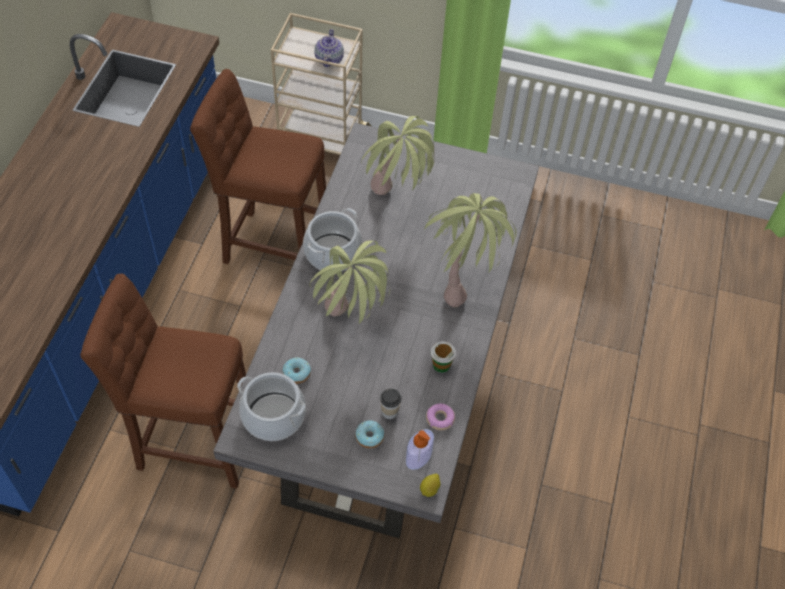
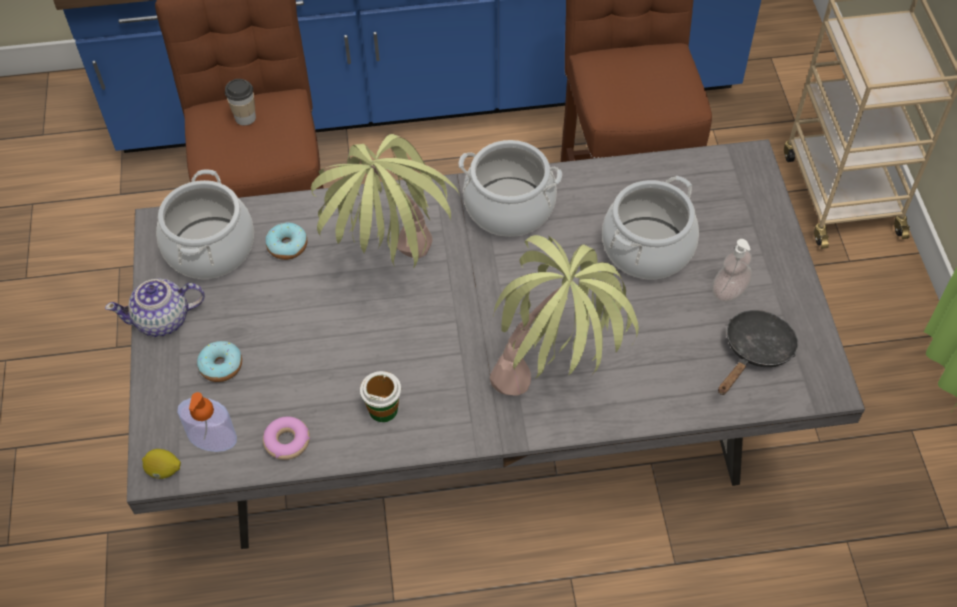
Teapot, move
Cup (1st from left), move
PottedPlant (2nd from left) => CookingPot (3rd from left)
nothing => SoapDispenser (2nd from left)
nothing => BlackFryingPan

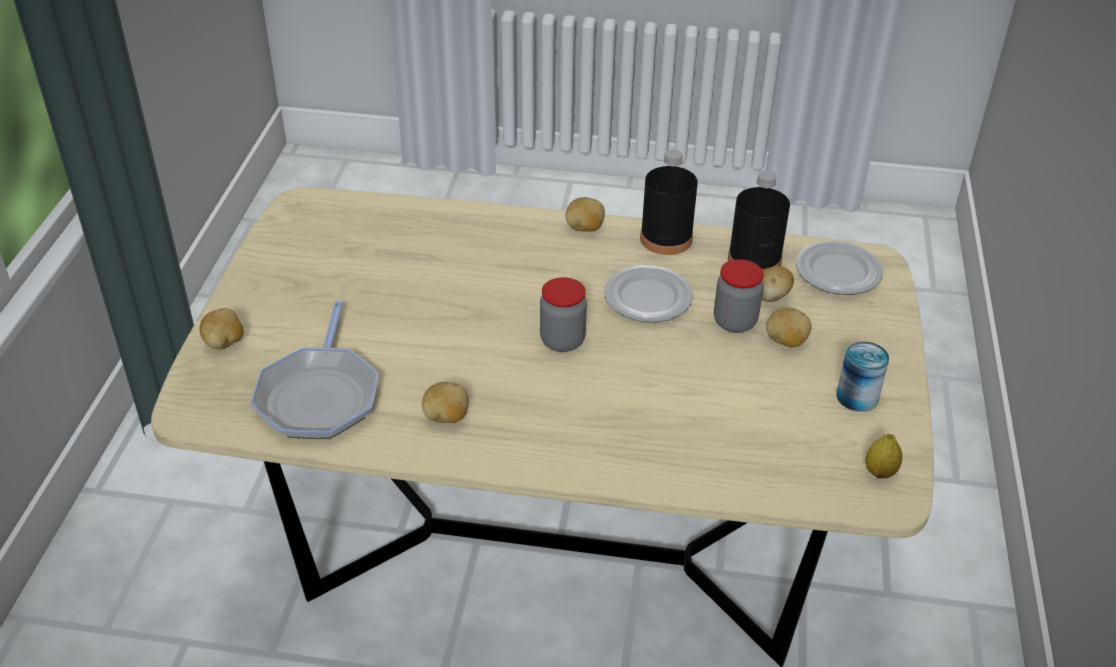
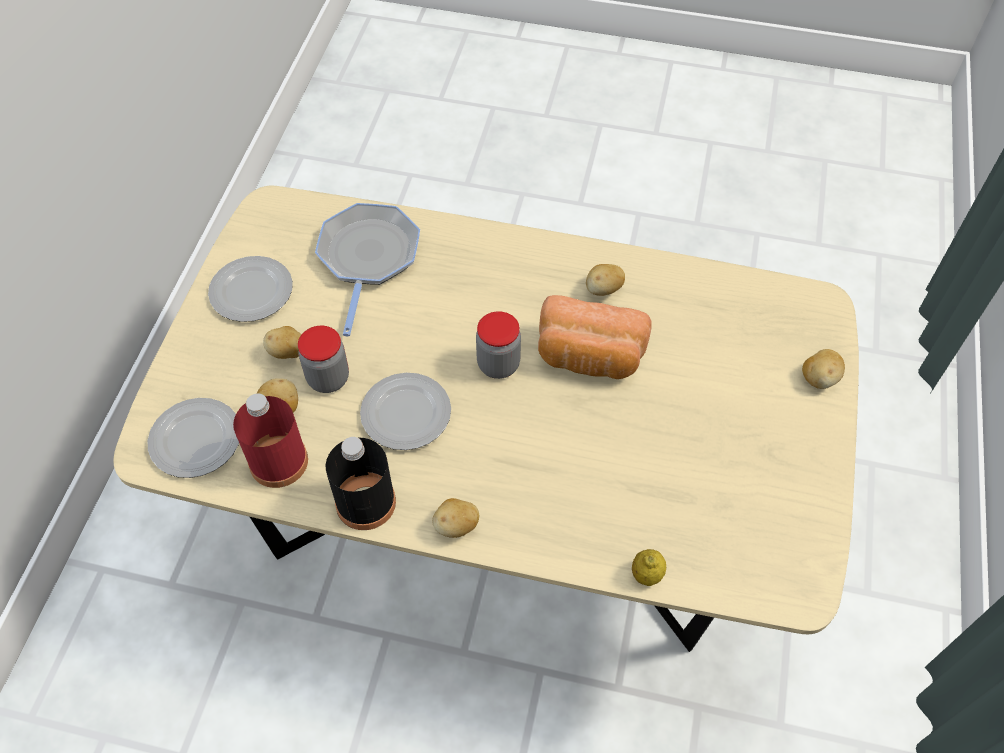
Can => Plate (2nd from left)
BlackBottle (2nd from left) => RedBottle
FryingPan, move
nothing => Bread
Lemon, move

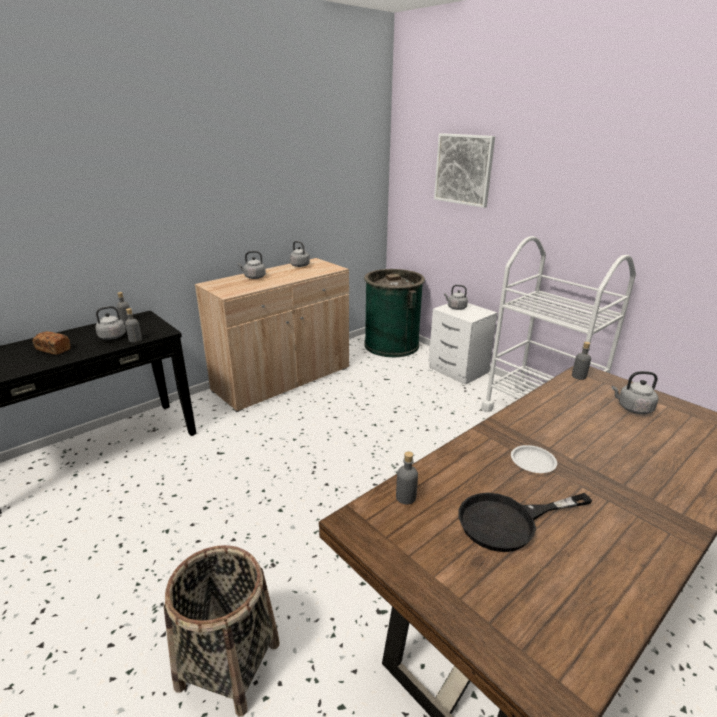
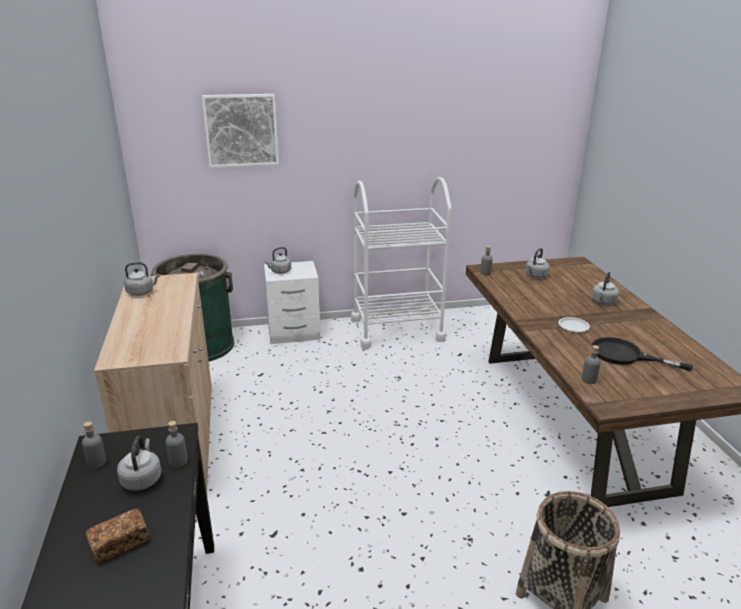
GreyKettle (2nd from left in the first image) => GreyKettle (5th from left), move
BlackFryingPan, 105 degrees clockwise

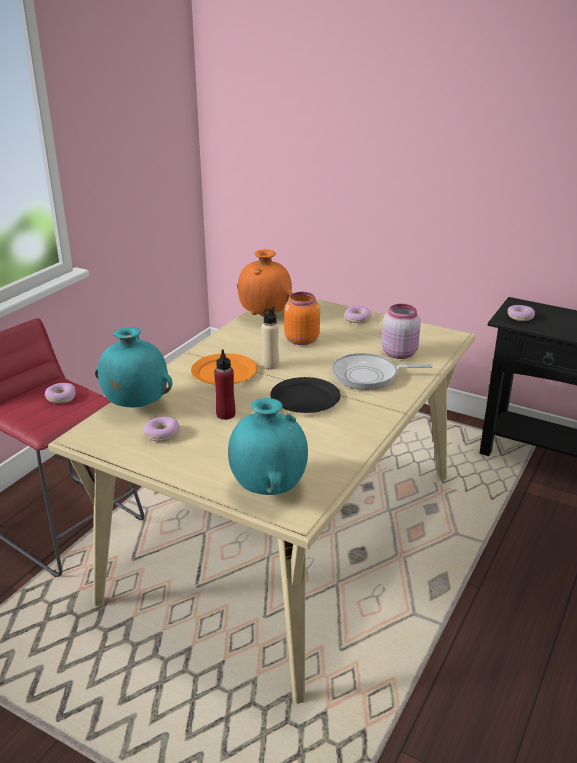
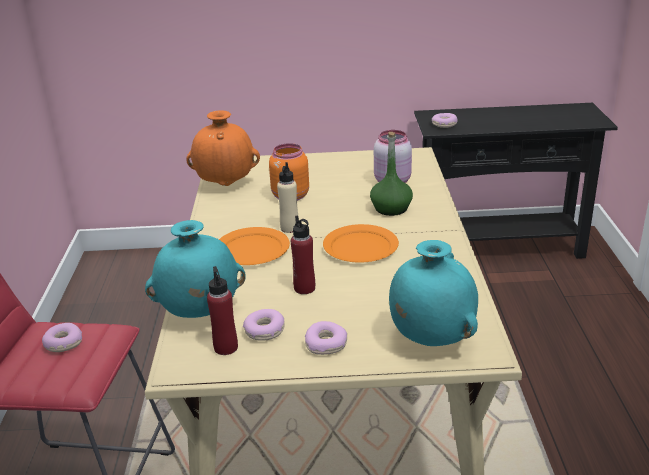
nothing => RedBottle (1st from left)
Donut (3rd from left), move
BlackPlate => OrangePlate (2nd from left)
FryingPan => GreenBottle

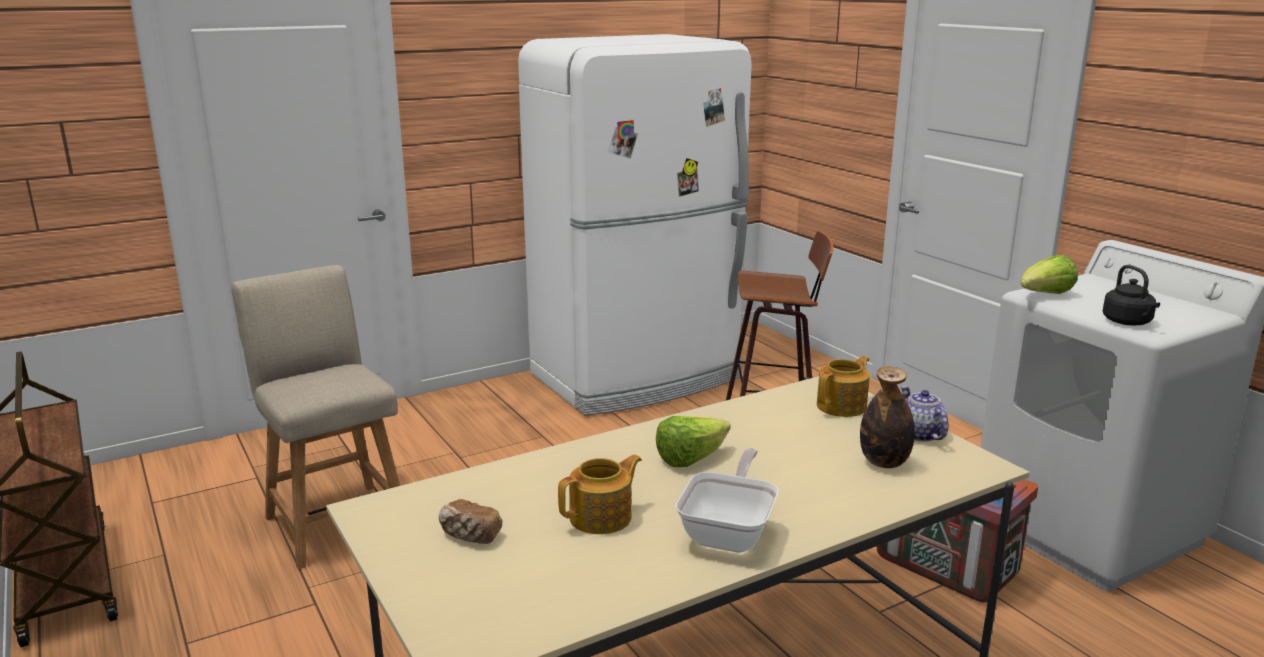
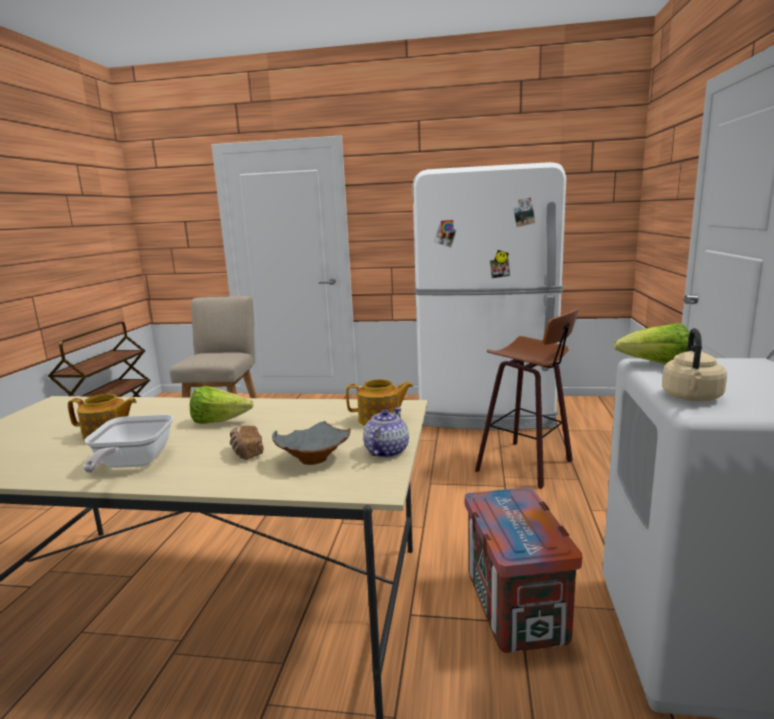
FryingPan, 120 degrees clockwise
Bread, move
Bottle => GreyBowl
BlackKettle => BeigeKettle

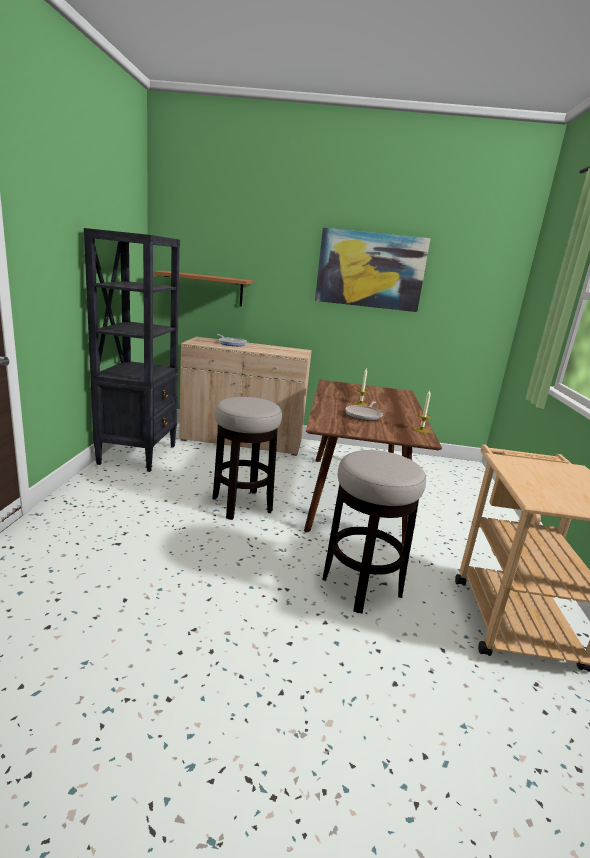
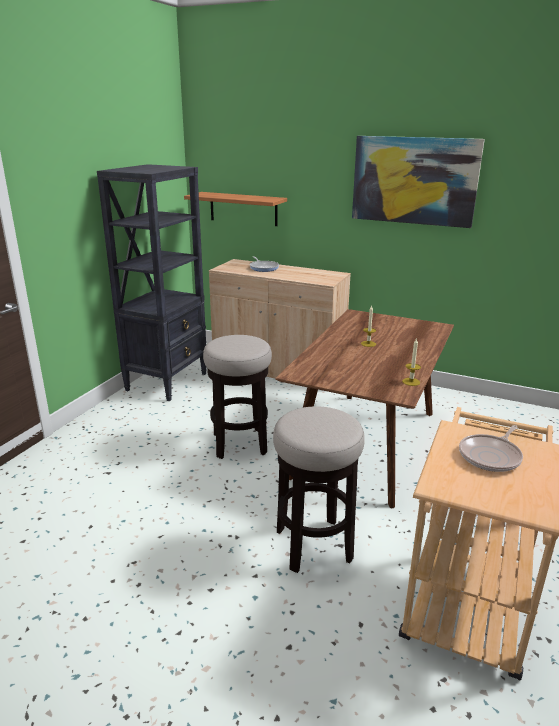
FryingPan (2nd from left), move

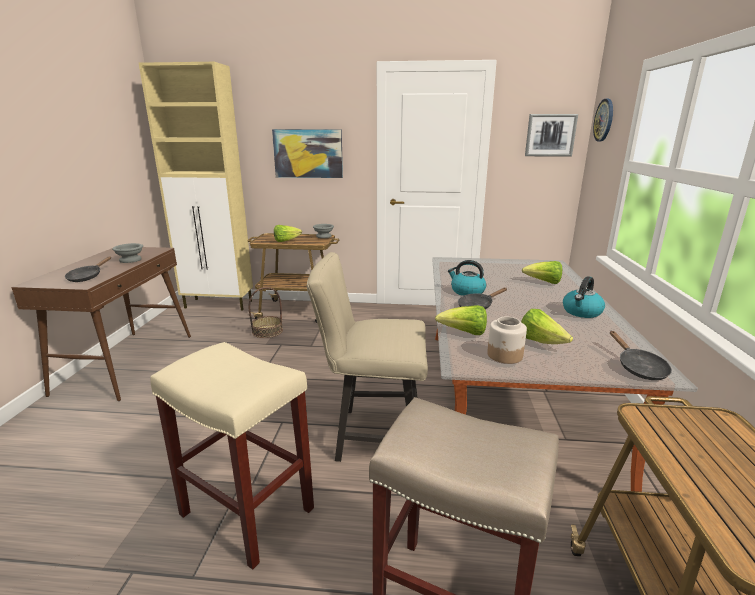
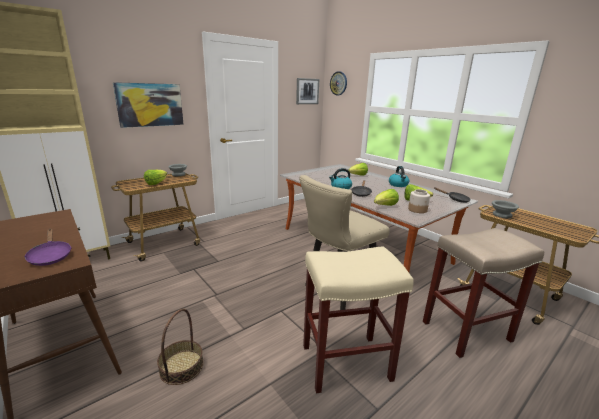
BlackFryingPan (1st from left) => PurpleFryingPan
Basket, move
GreyBowl (1st from left in the first image) => GreyBowl (2nd from left), move

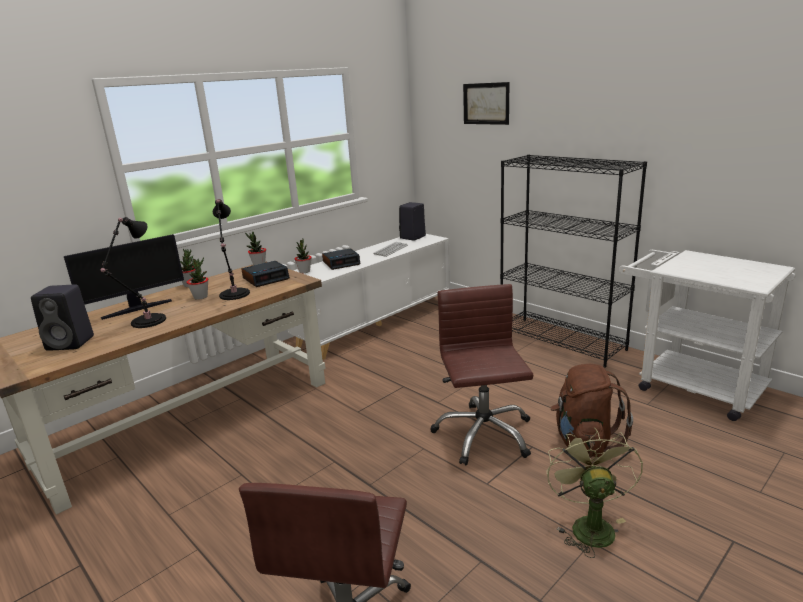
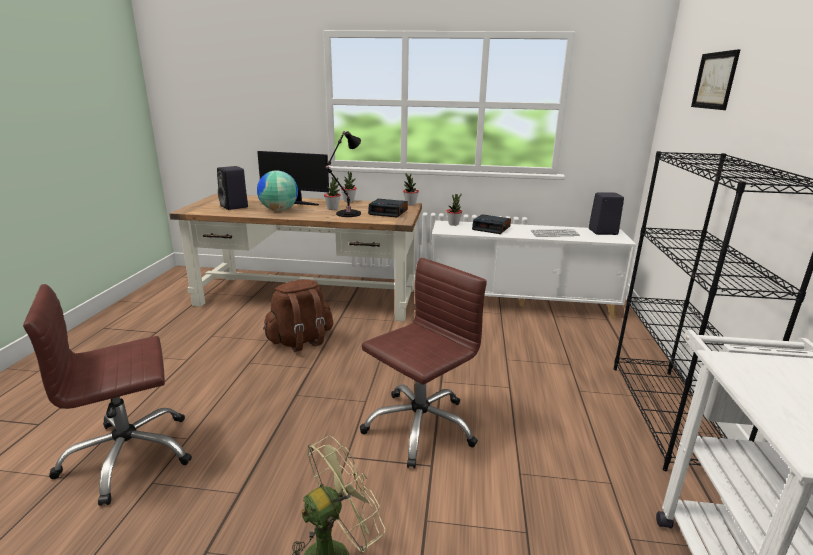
BlackTableLamp (1st from left) => Globe
BrownBackpack, move

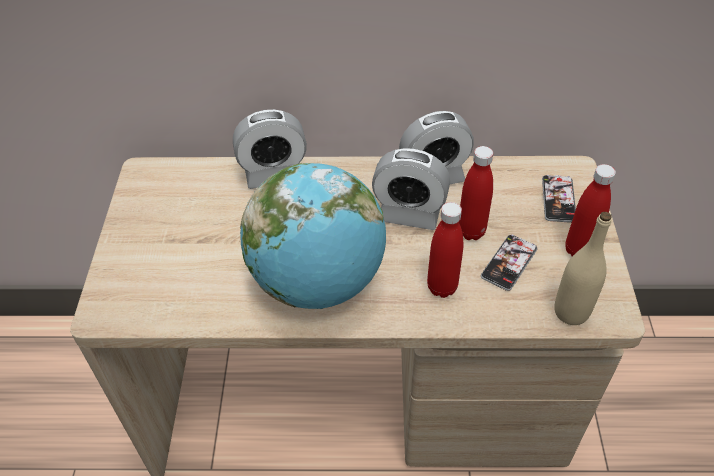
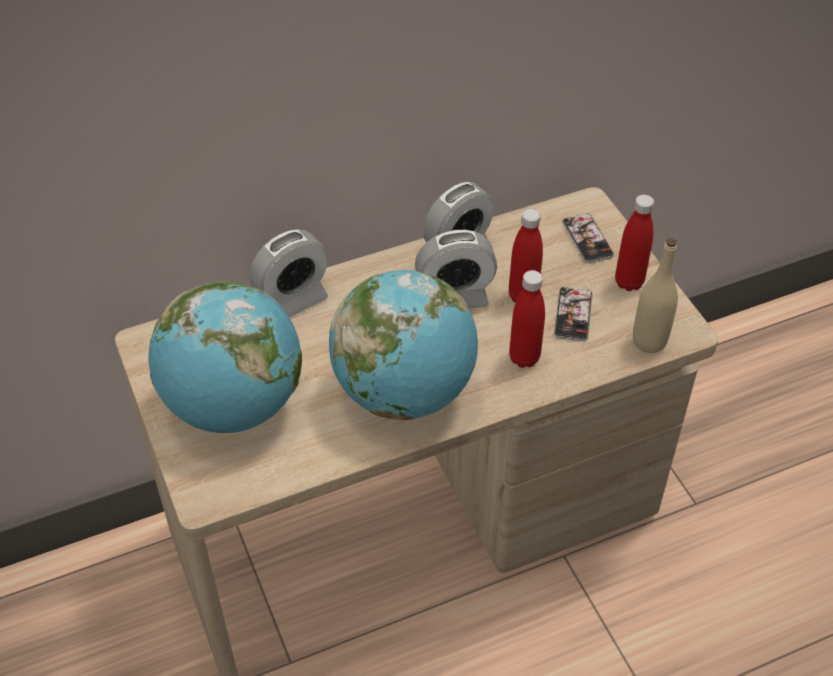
nothing => Globe (1st from left)

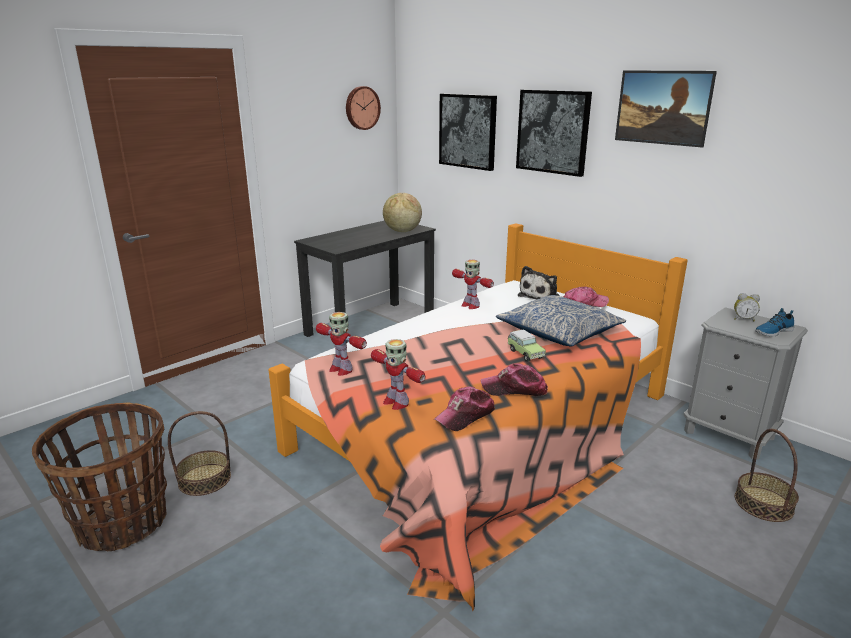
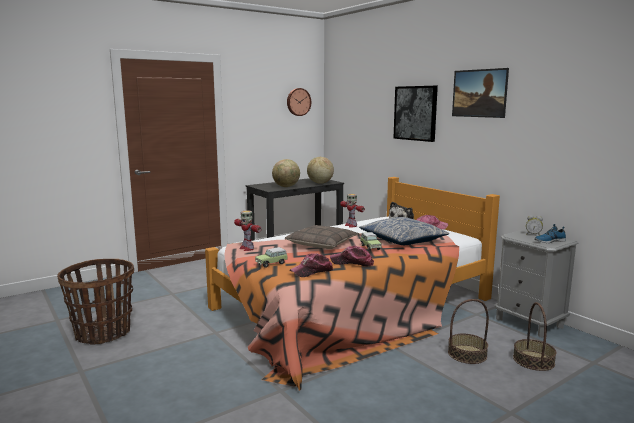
ToyRobot (2nd from left) => ToyCar (1st from left)
nothing => Globe (1st from left)
nothing => Pillow (1st from left)
Basket (2nd from left), move
Picture (1st from left) => nothing

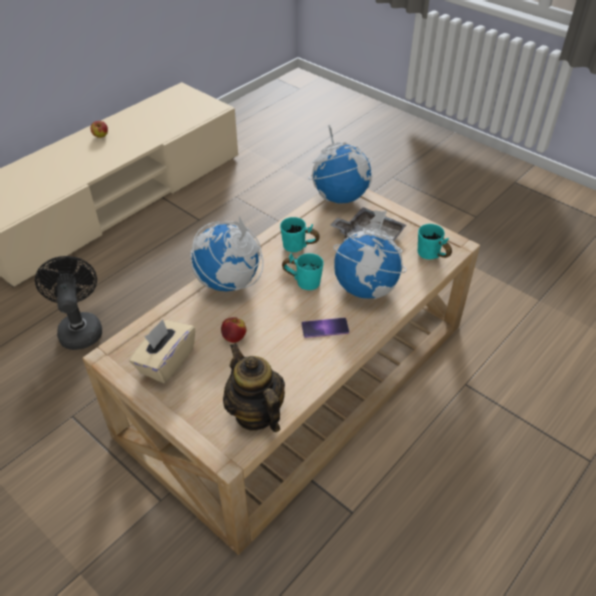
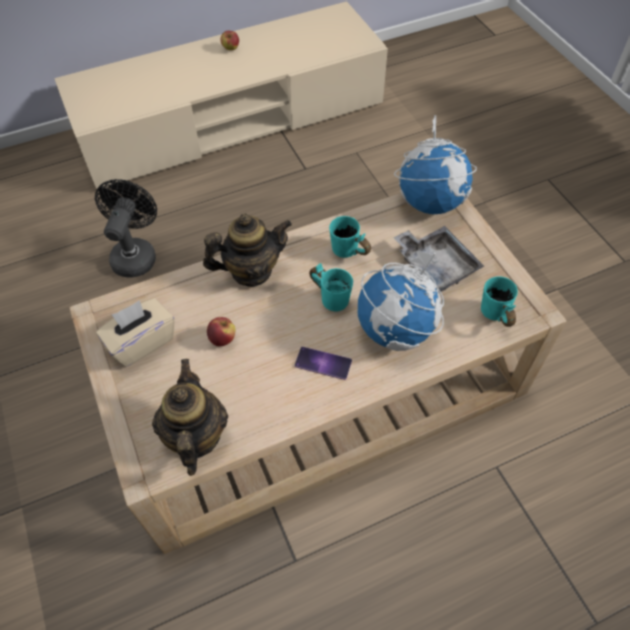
Globe (1st from left) => Teapot (2nd from left)

